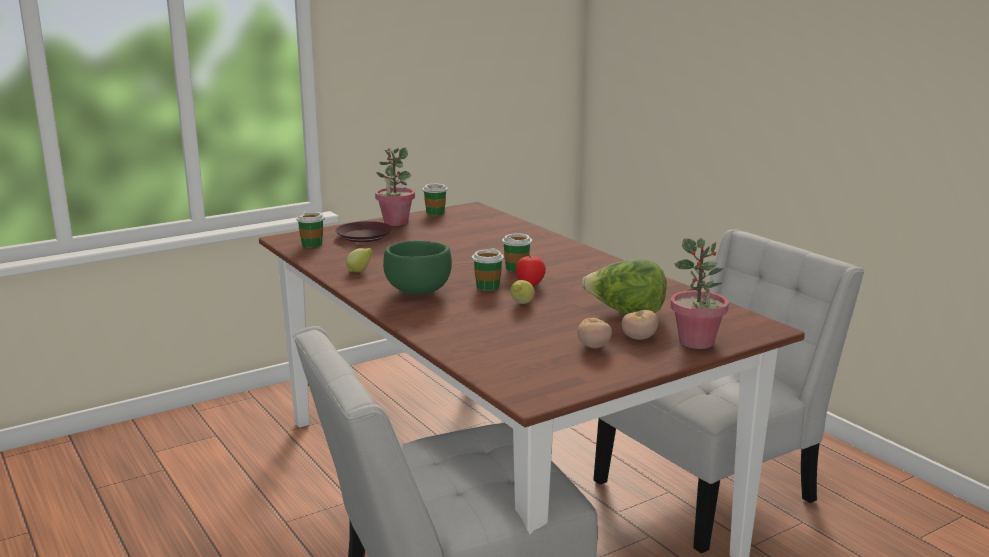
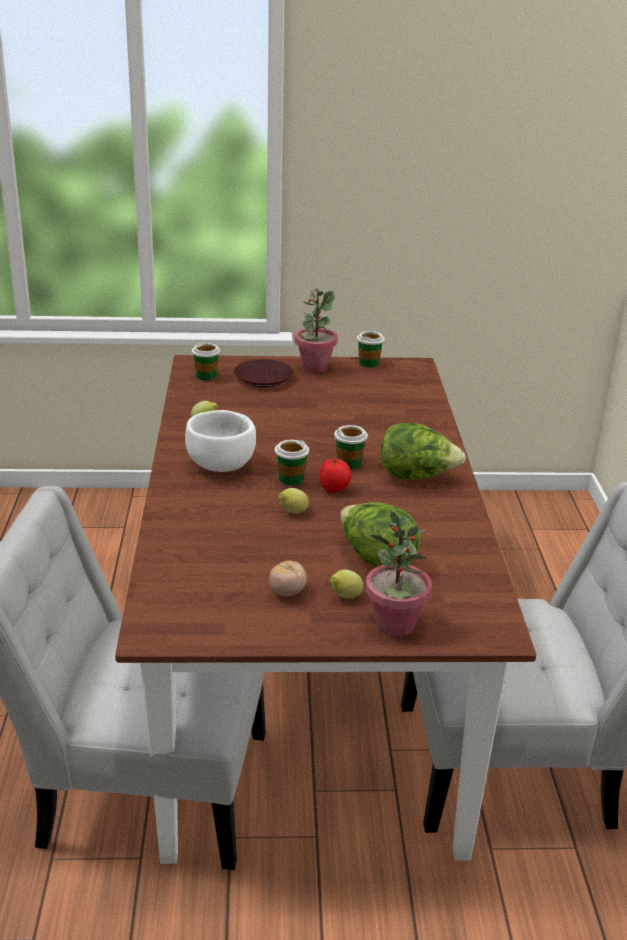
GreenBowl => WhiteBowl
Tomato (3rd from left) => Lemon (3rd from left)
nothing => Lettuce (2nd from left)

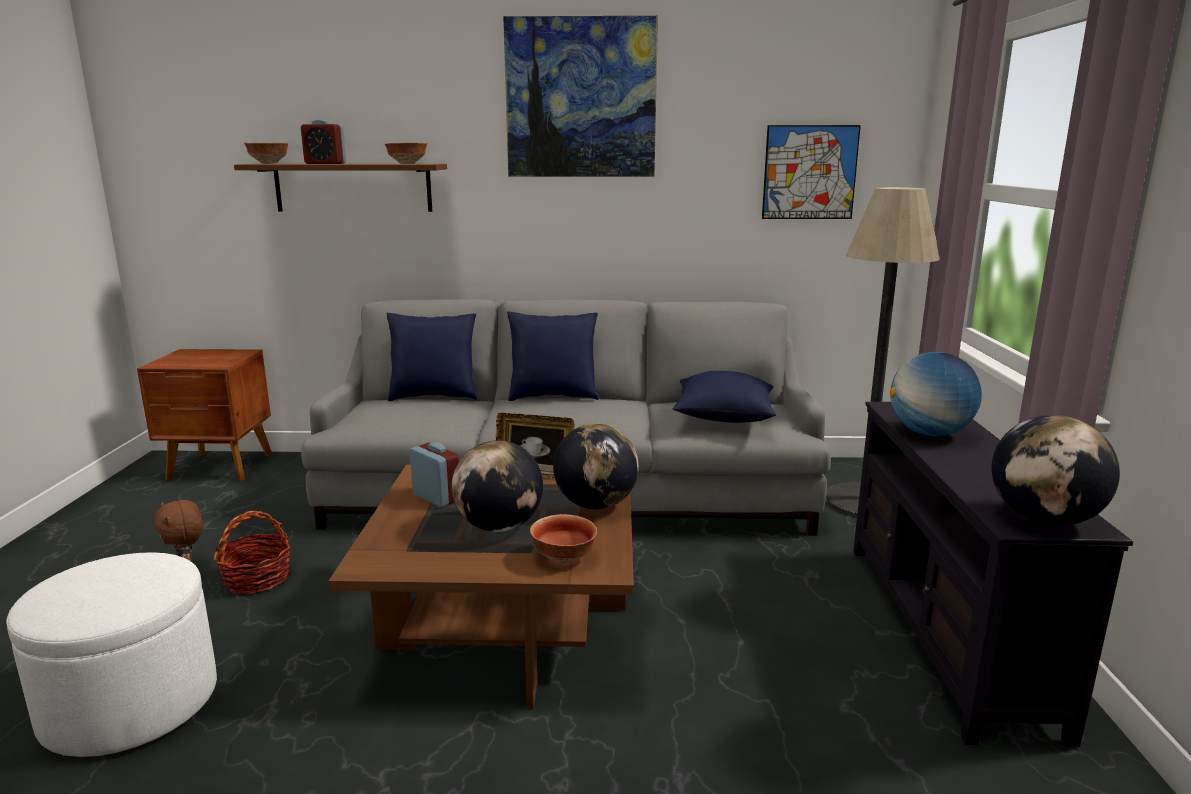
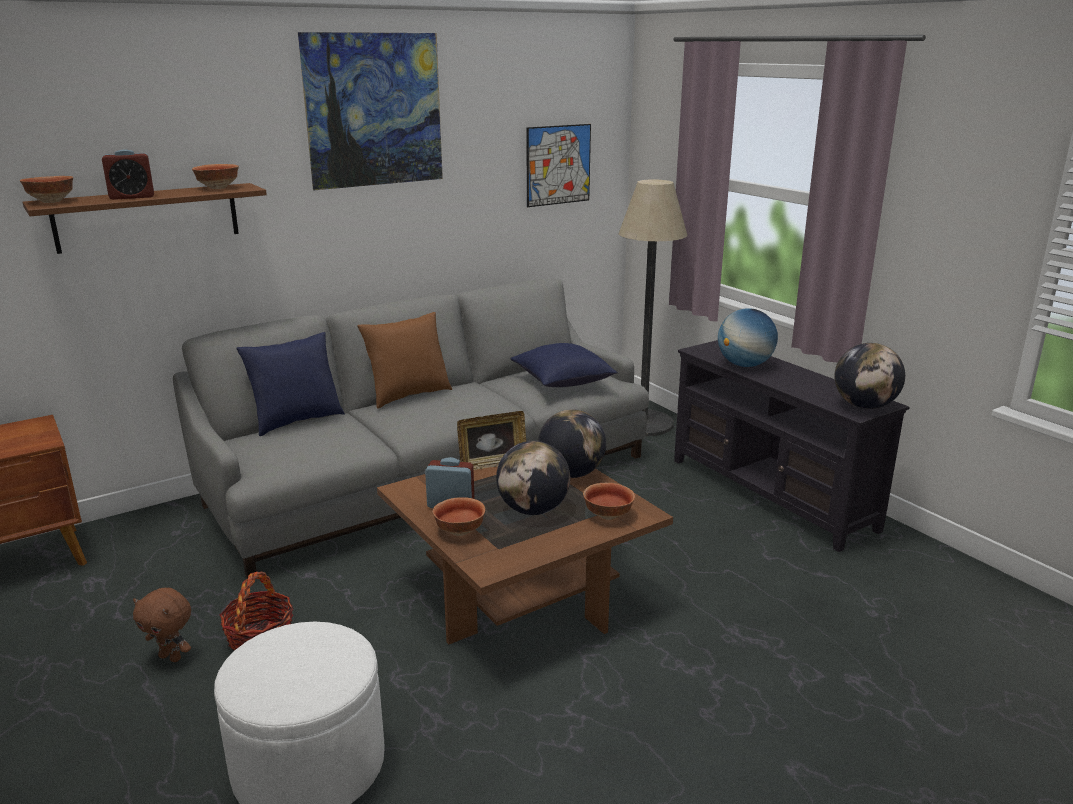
BluePillow (2nd from left) => BrownPillow
nothing => Bowl (3rd from left)

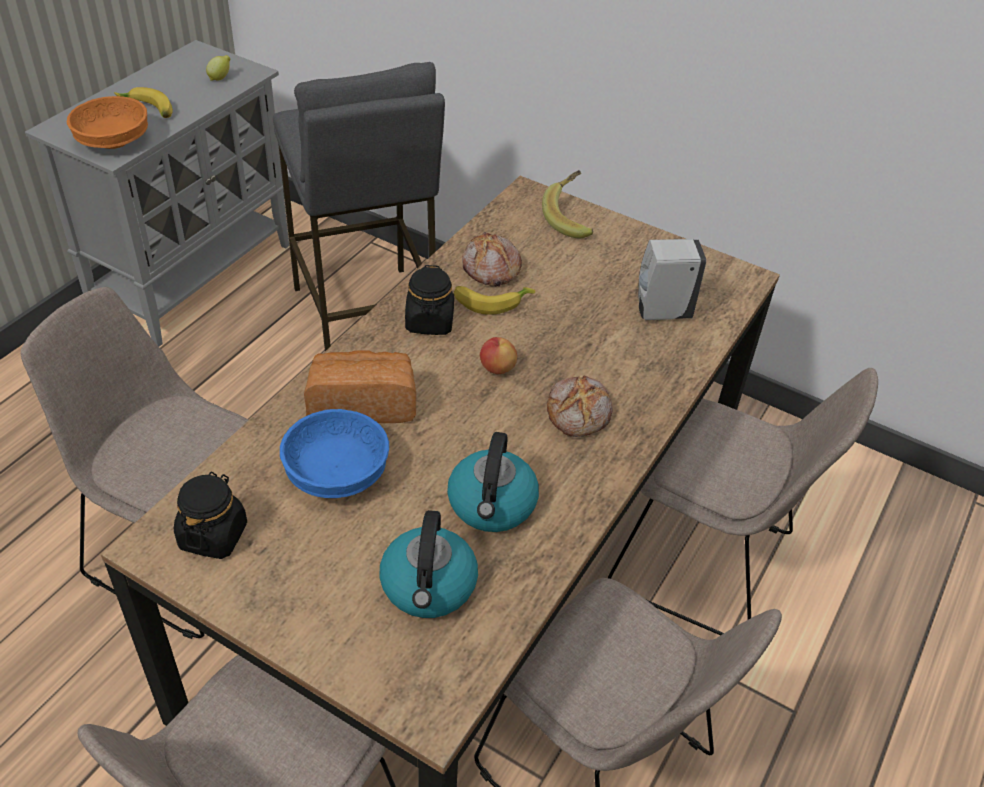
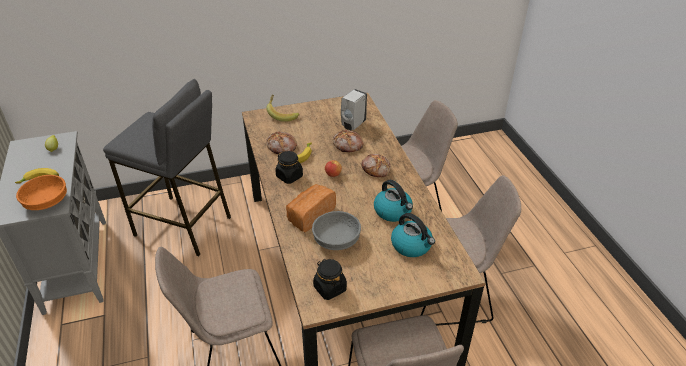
BlueBowl => GreyBowl
nothing => Bread (3rd from left)

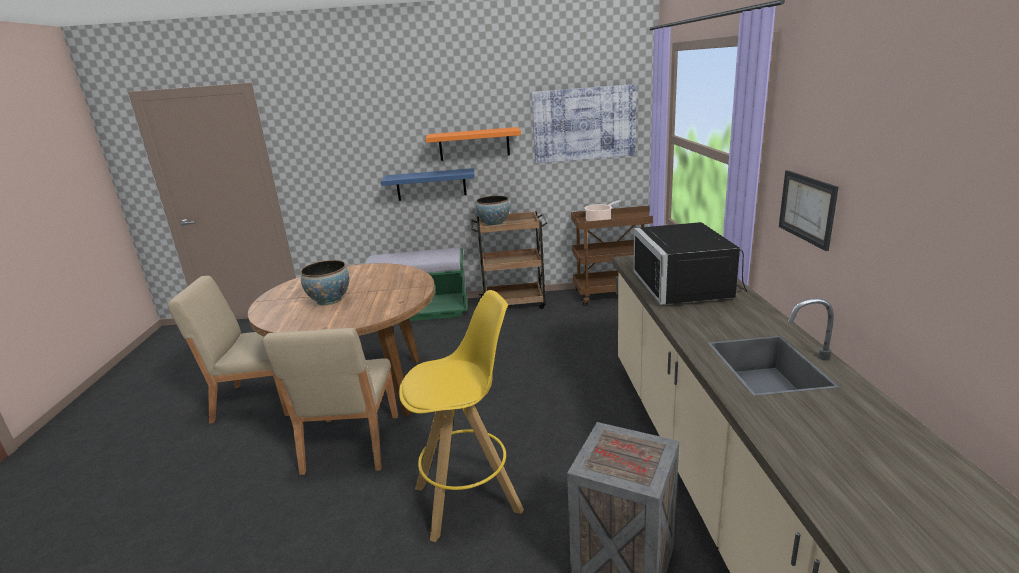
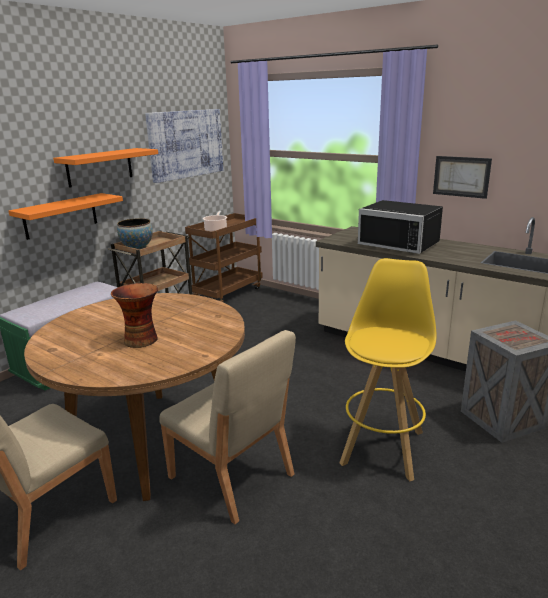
BlueShelf => OrangeShelf (1st from left)
Bowl (1st from left) => Vase

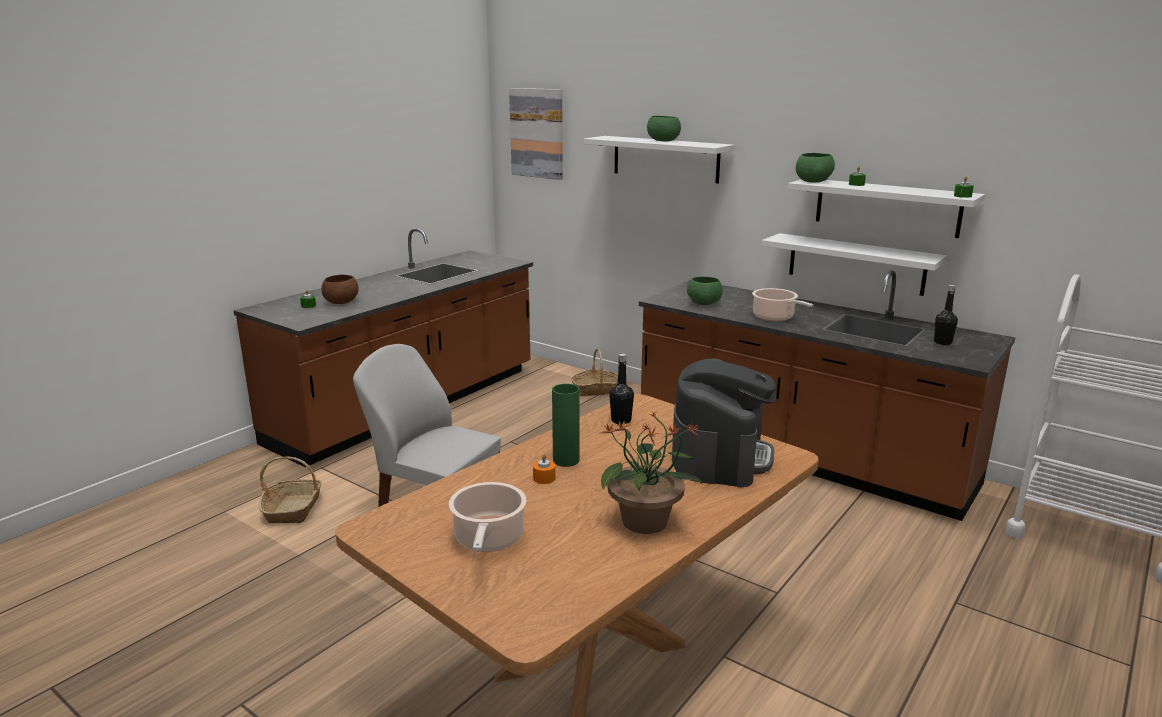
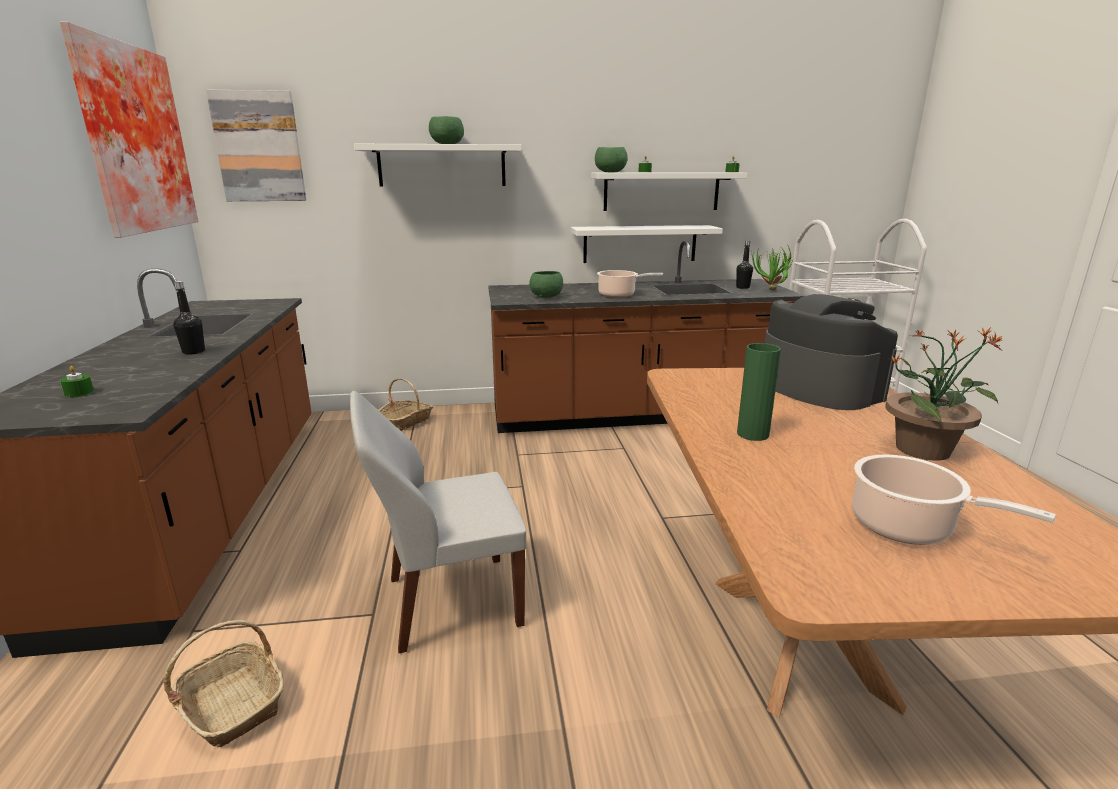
nothing => Picture (1st from left)
BlackBottle (1st from left), move
nothing => PottedPlant (1st from left)
BrownBowl => nothing
OrangeCandle => nothing

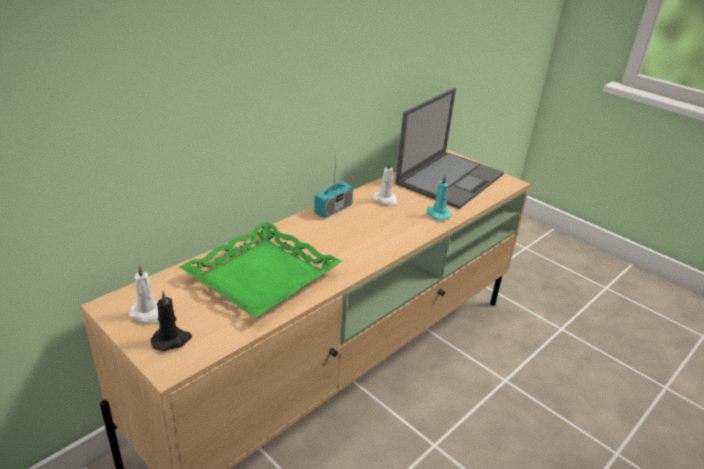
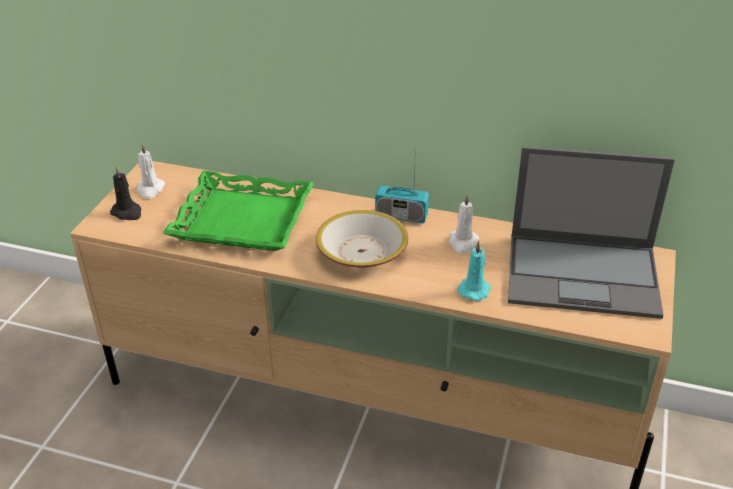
nothing => Bowl

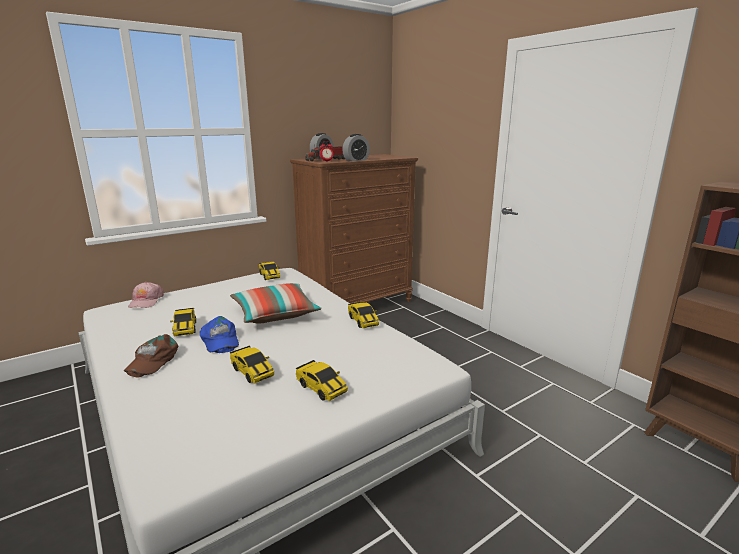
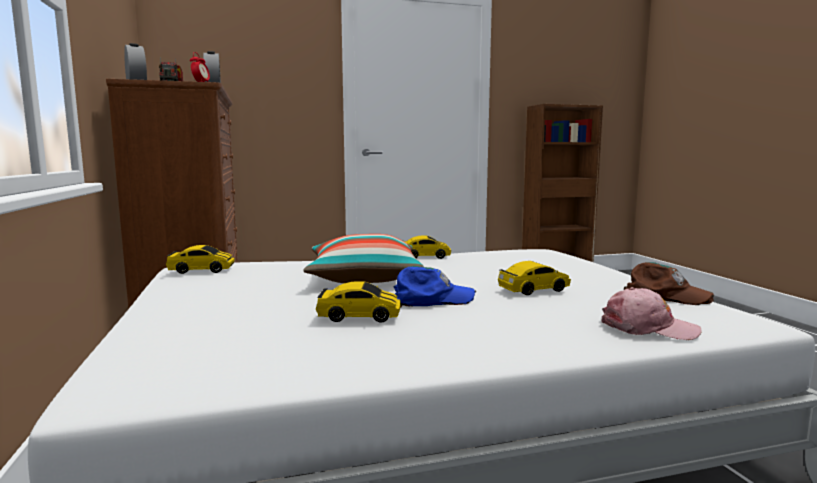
PinkCap, move
BrownCap, move
ToyCar (4th from left) => nothing

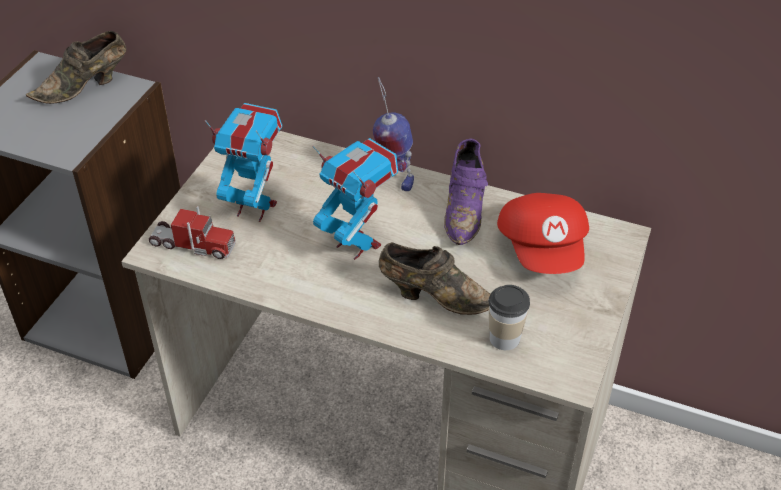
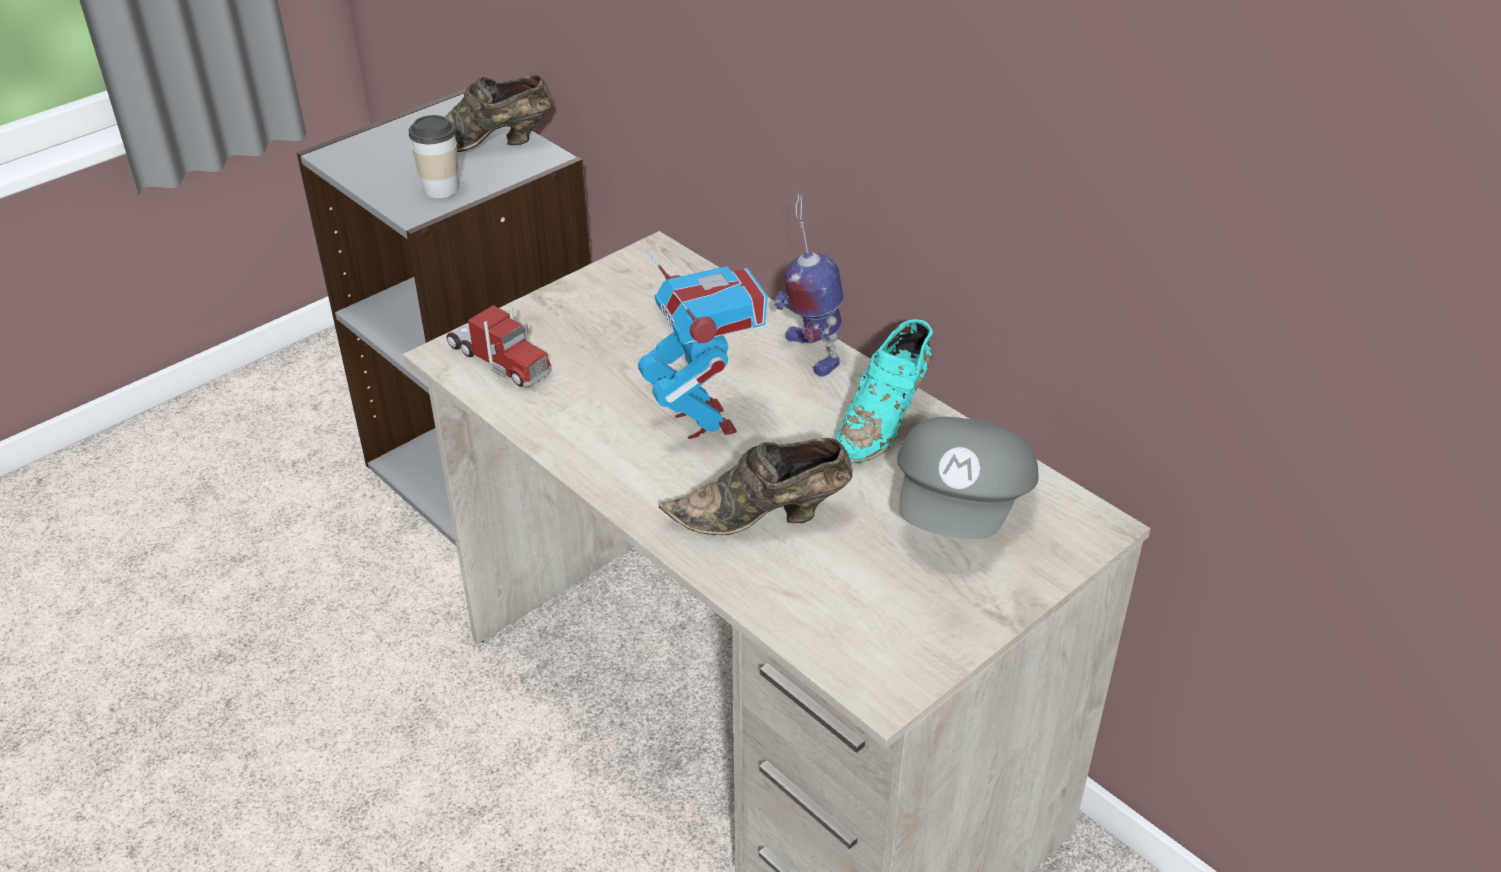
Cup, move
BrownShoe (2nd from left), 135 degrees clockwise
PurpleShoe => TurquoiseShoe
RedCap => GreyCap
ToyRobot (1st from left) => nothing

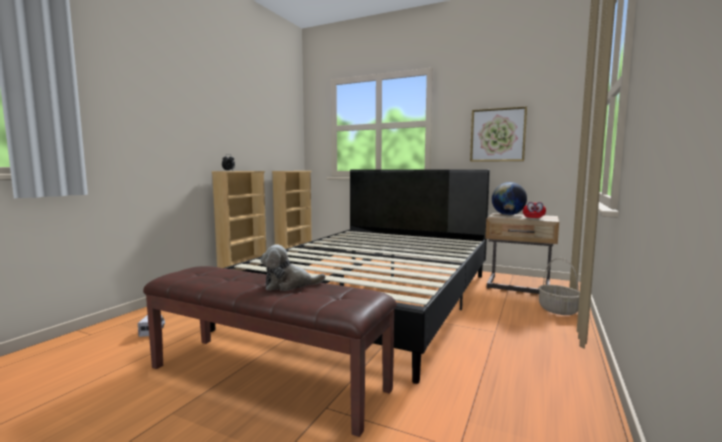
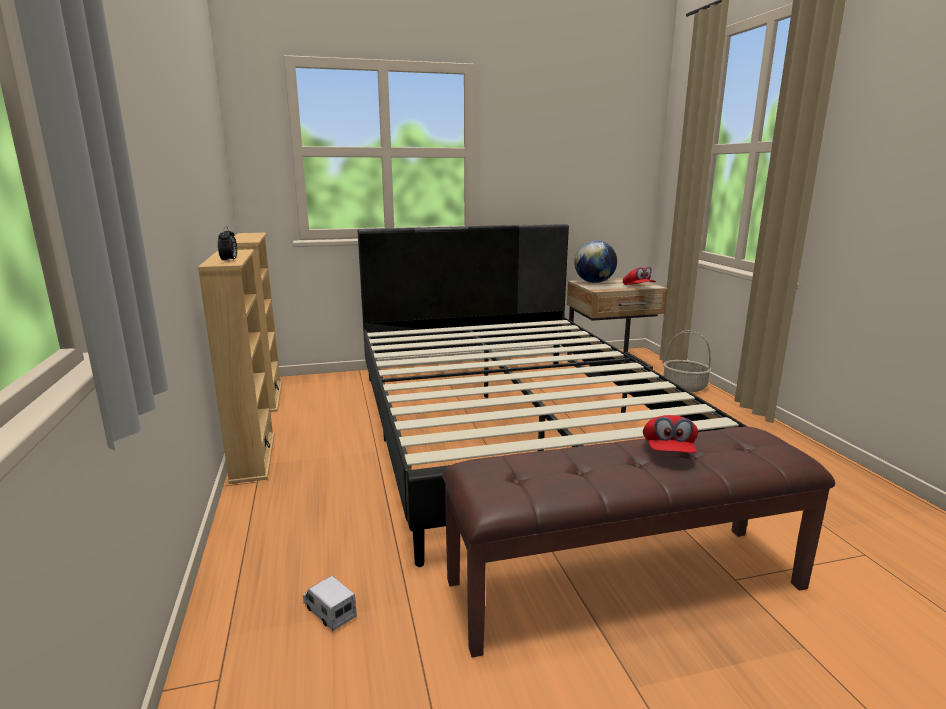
PlushToy => RedCap (2nd from left)
Picture => nothing

